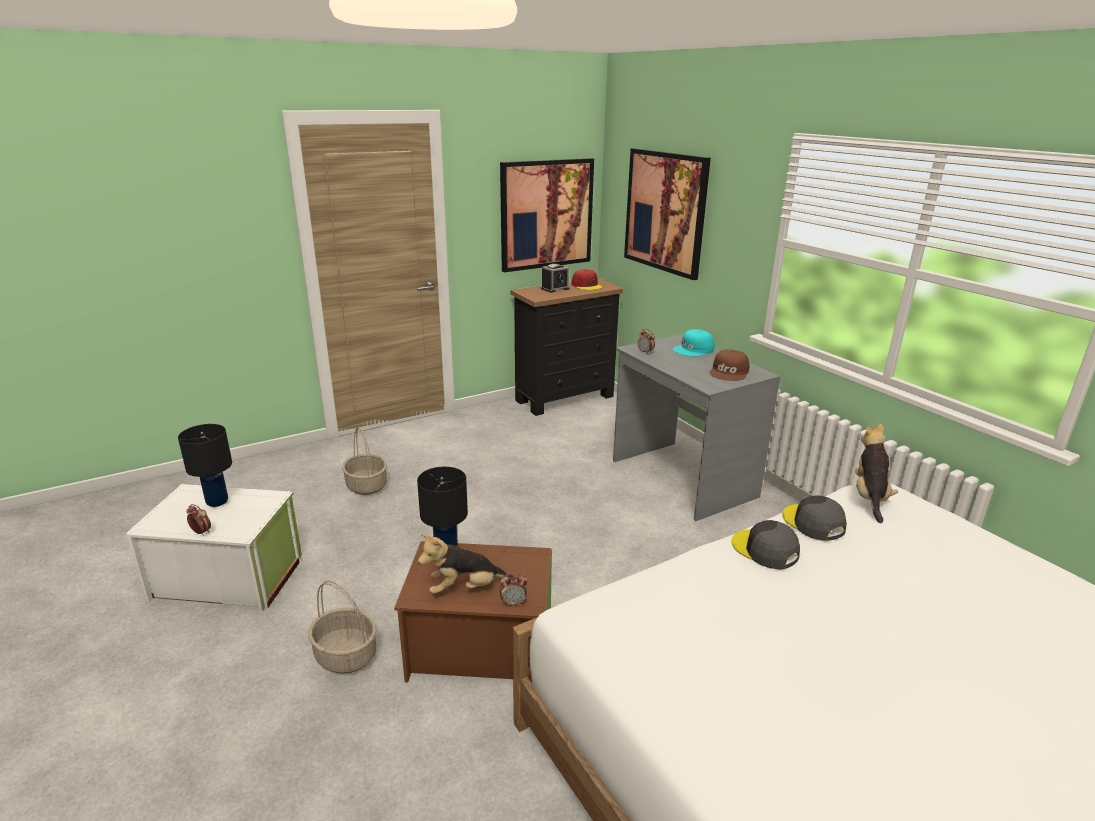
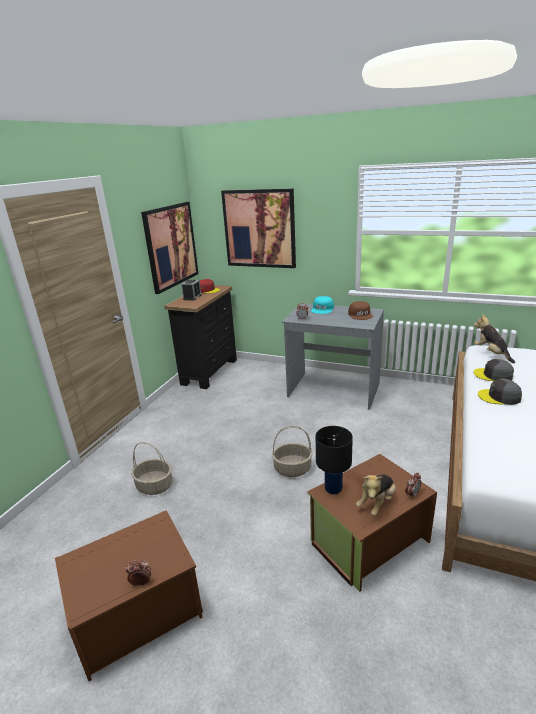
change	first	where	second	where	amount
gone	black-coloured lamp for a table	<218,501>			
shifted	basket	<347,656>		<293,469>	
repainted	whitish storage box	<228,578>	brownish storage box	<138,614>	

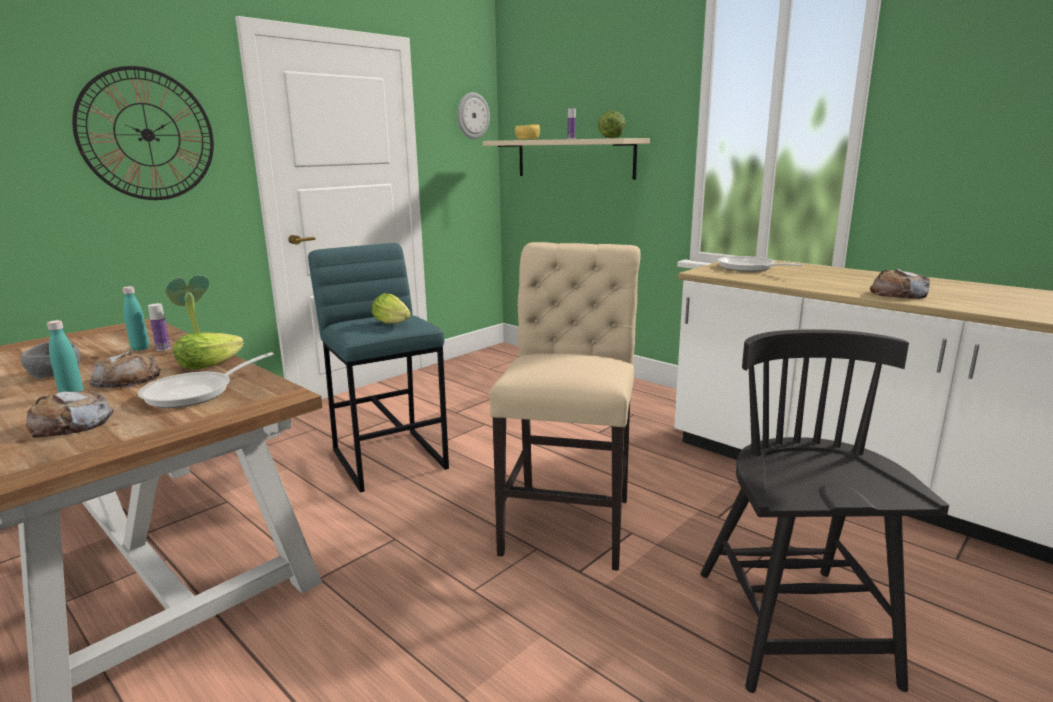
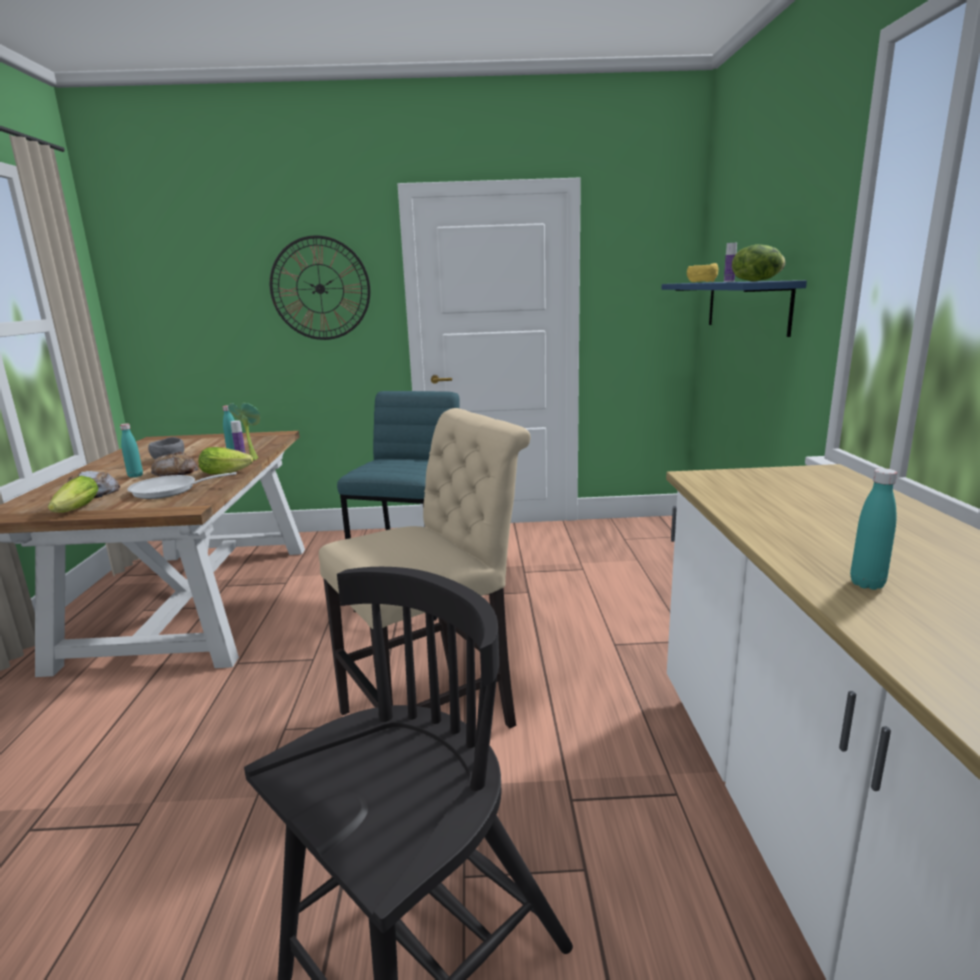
change	first	where	second	where	amount
gone	clock on the wall	<472,116>			
gone	pan	<749,268>			
shifted	lettuce	<393,323>		<74,511>	
swapped	bakery bread	<898,293>	turquoise beverage bottle	<867,584>	
repainted	sand-coloured shelf	<574,158>	blue-coloured shelf	<746,306>	

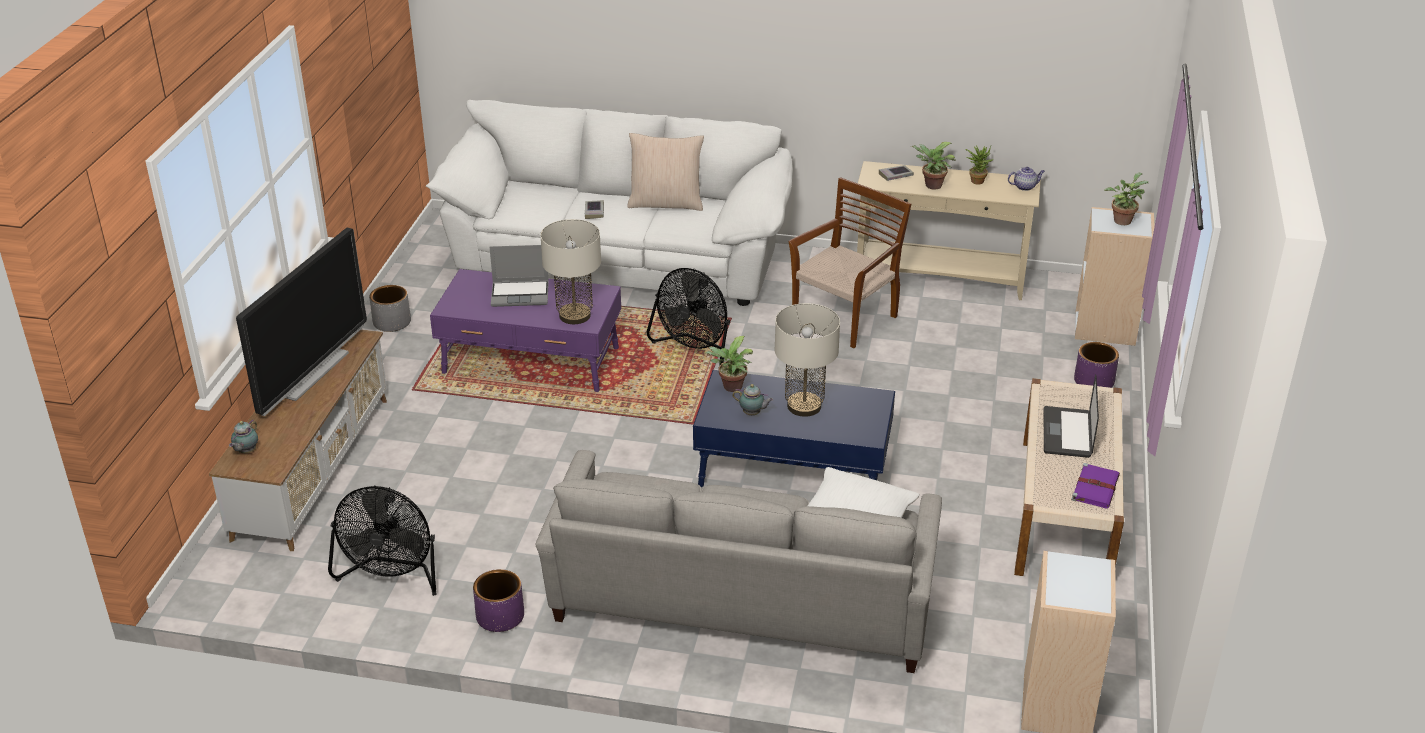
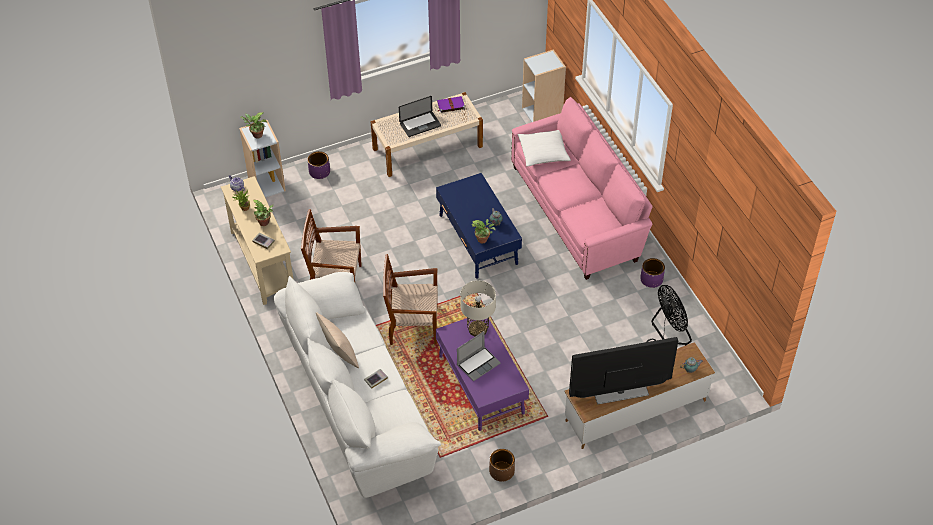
change	first	where	second	where	amount
gone	lamp for a table	<804,406>			
swapped	black-coloured fan	<694,347>	brownish armchair	<413,325>	
repainted	grey planter	<392,322>	brownish planter	<501,471>	
repainted	grey sofa	<739,611>	pinkish sofa	<578,212>	
rotated	notebook computer	<521,294>		<478,363>	90 degrees clockwise

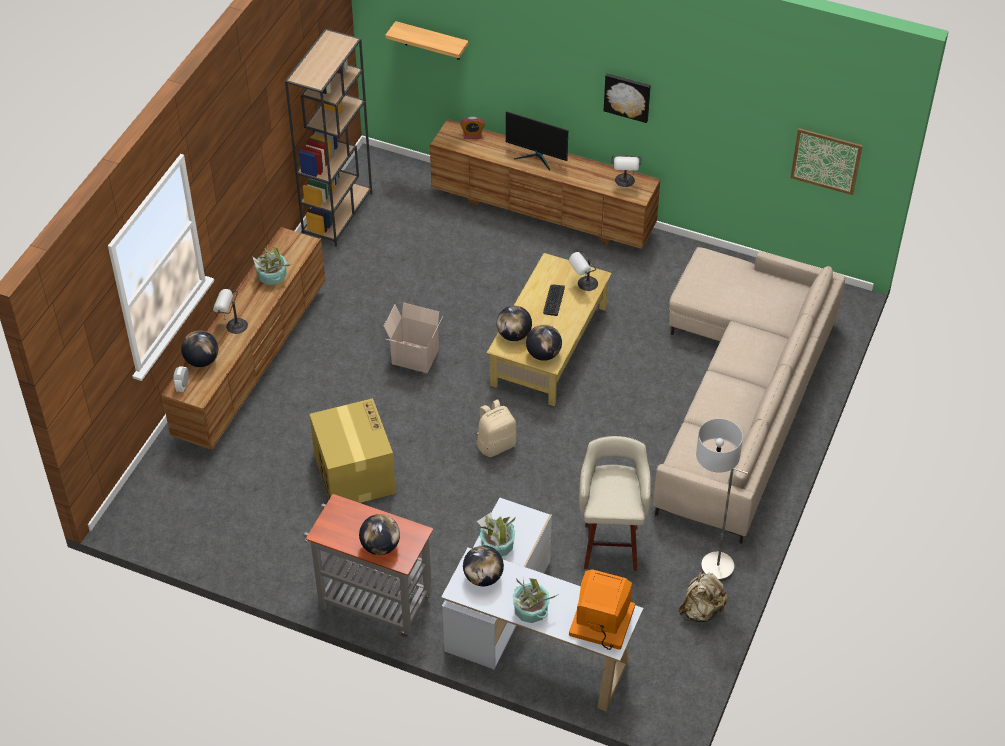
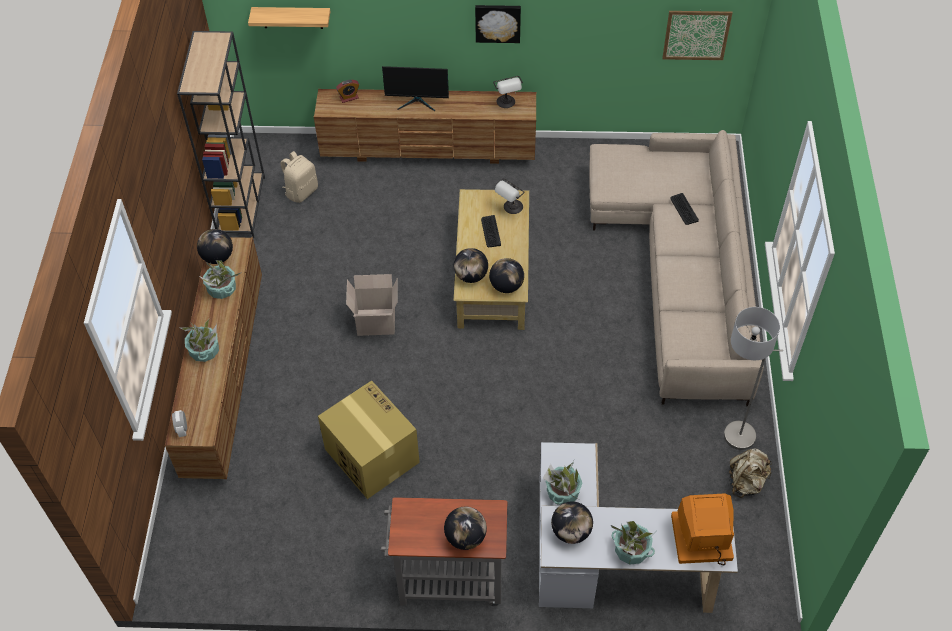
change	first	where	second	where	amount
gone	sand-coloured stool	<611,544>			
new			computer keyboard	<684,209>	
shifted	globe	<202,360>		<217,257>	
shifted	sand-coloured rucksack	<496,444>		<301,191>	
swapped	lamp for a table	<232,325>	potted plant	<204,351>	

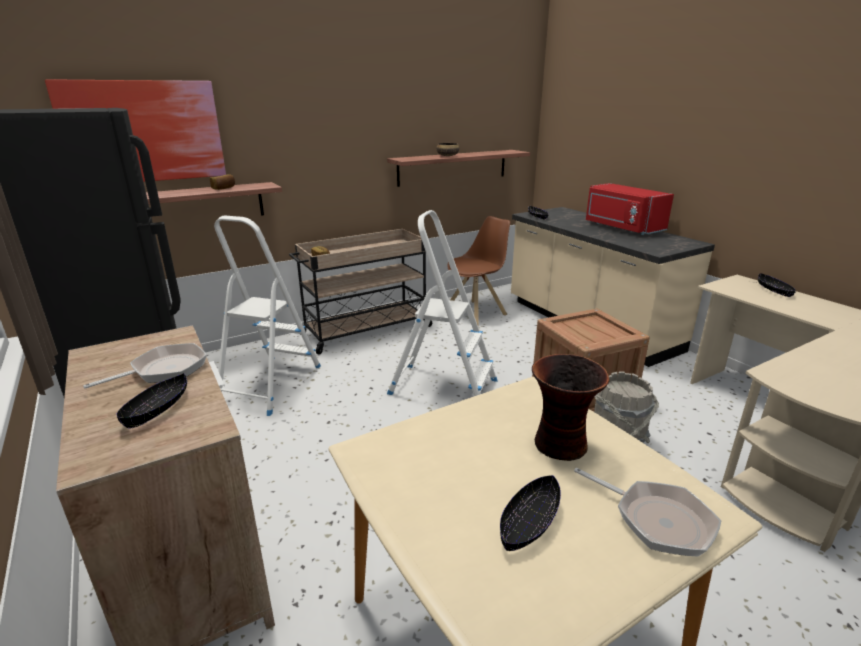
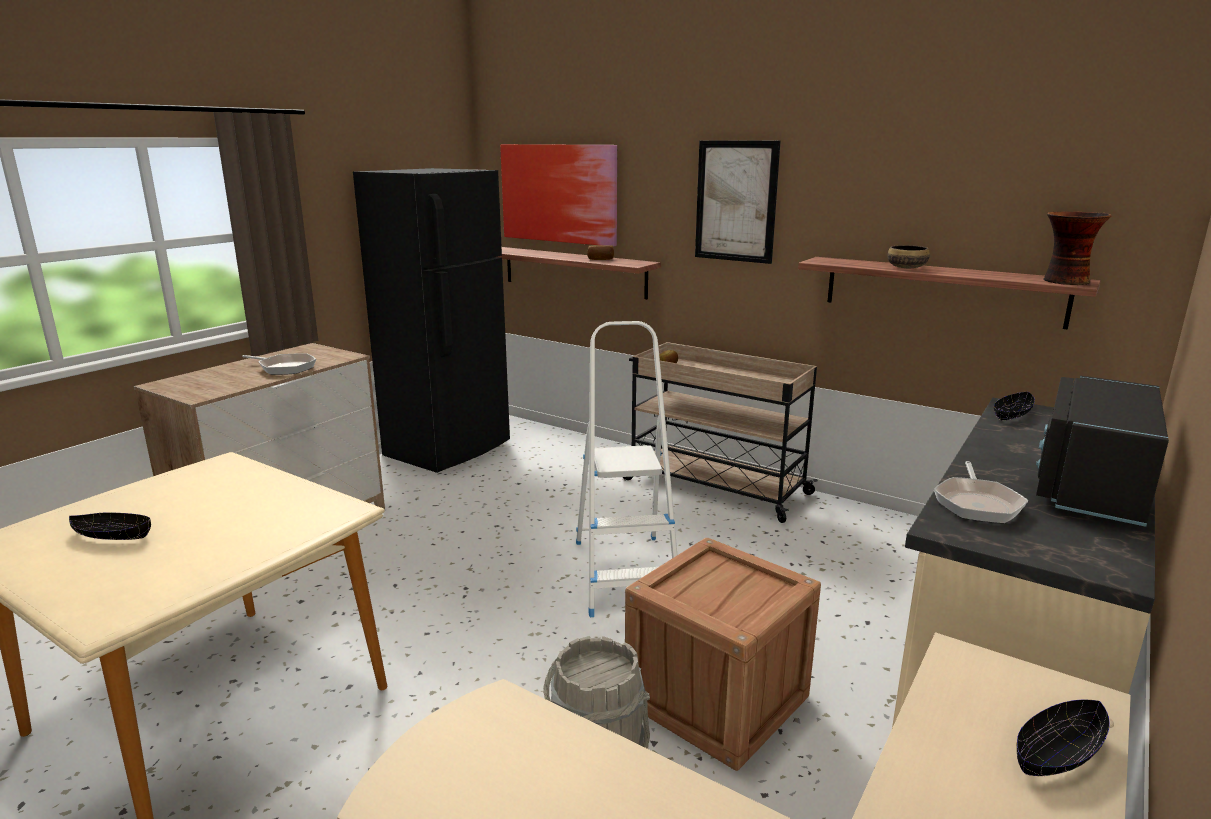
change	first	where	second	where	amount
gone	black-coloured serving bowl	<158,409>			
gone	whitish step stool	<271,383>			
gone	brownish chair	<476,312>			
new			wall picture	<736,201>	
shifted	decorative vase	<560,445>		<1065,281>	
shifted	pan	<657,519>		<977,503>	
repainted	reddish microwave oven	<621,227>	black-coloured microwave oven	<1088,486>	

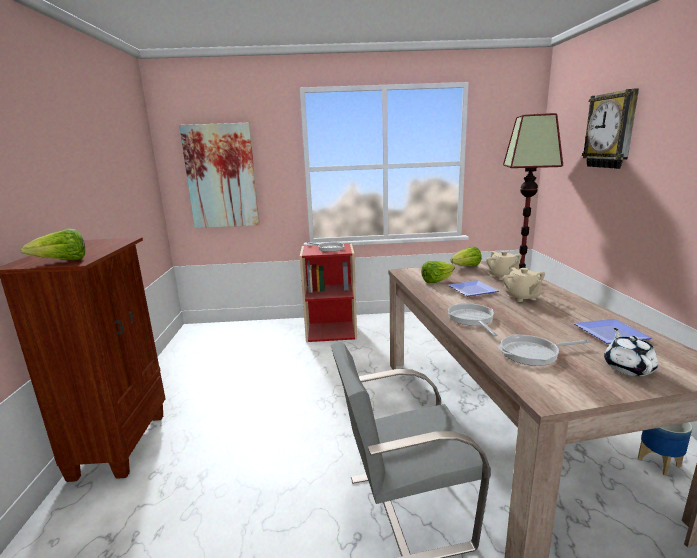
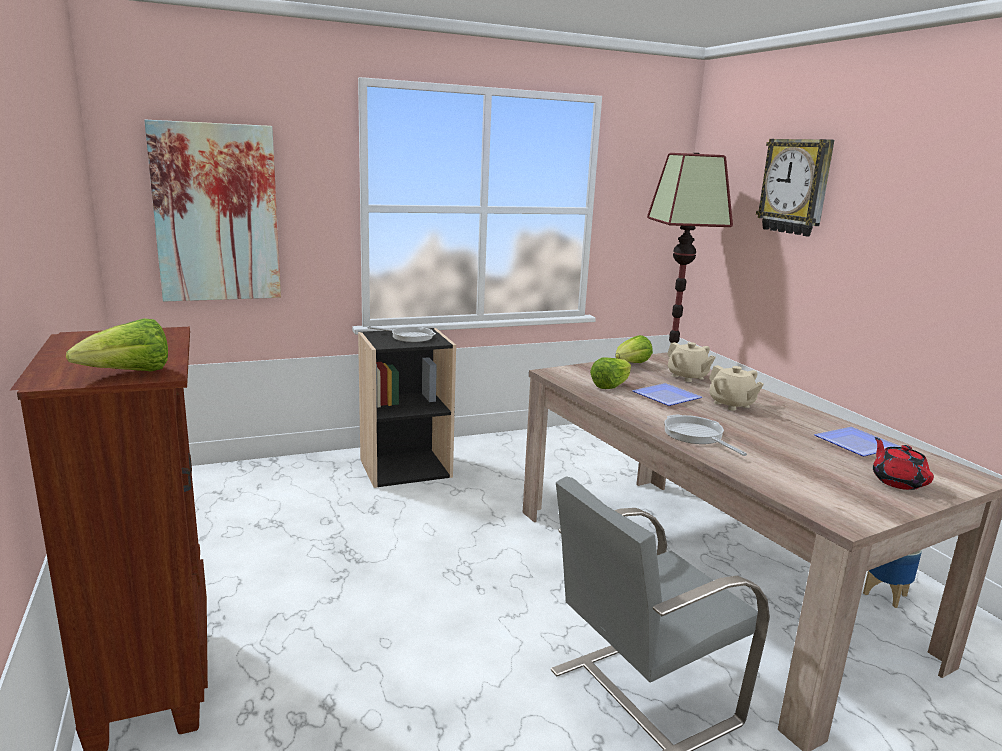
change	first	where	second	where	amount
gone	pan	<533,353>			
repainted	reddish bookcase	<332,331>	black-coloured bookcase	<406,468>	
repainted	whitish tea pot	<628,368>	reddish tea pot	<897,481>	

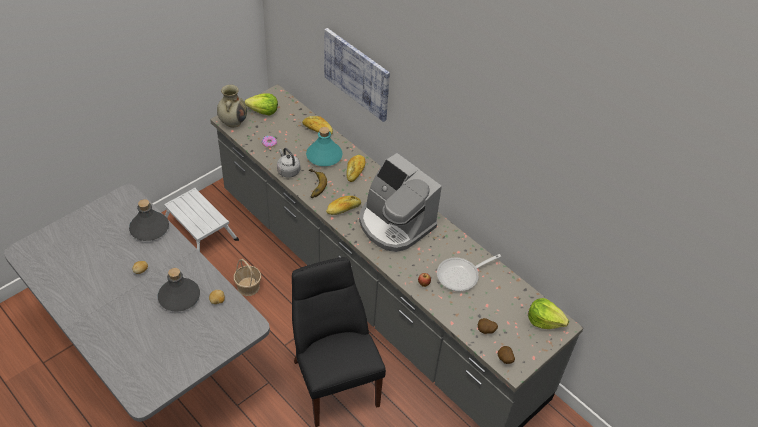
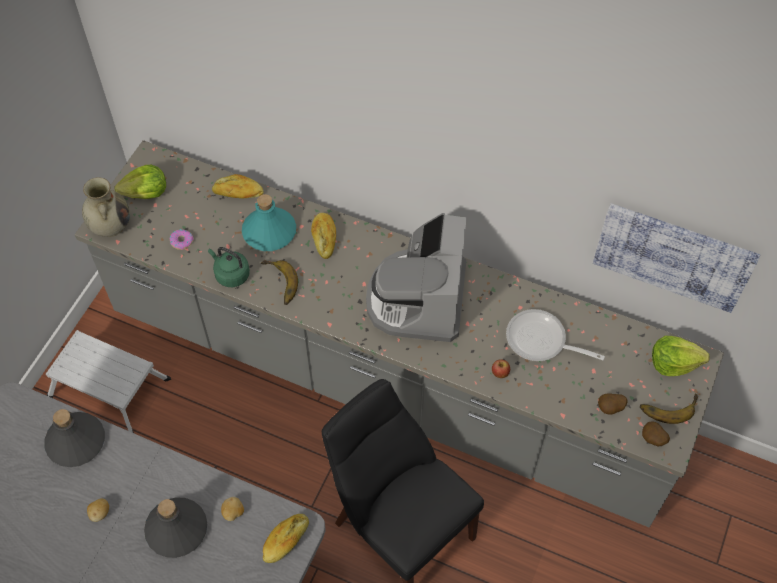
change	first	where	second	where	amount
gone	basket	<248,287>			
new			banana fruit	<667,406>	
shifted	wall picture	<357,74>		<673,256>	
shifted	bakery bread	<343,209>		<286,540>	
repainted	grey tea kettle	<288,170>	green tea kettle	<231,274>	
rotated	coffee machine	<395,224>		<418,299>	75 degrees clockwise
rotated	pan	<461,276>		<541,341>	75 degrees clockwise

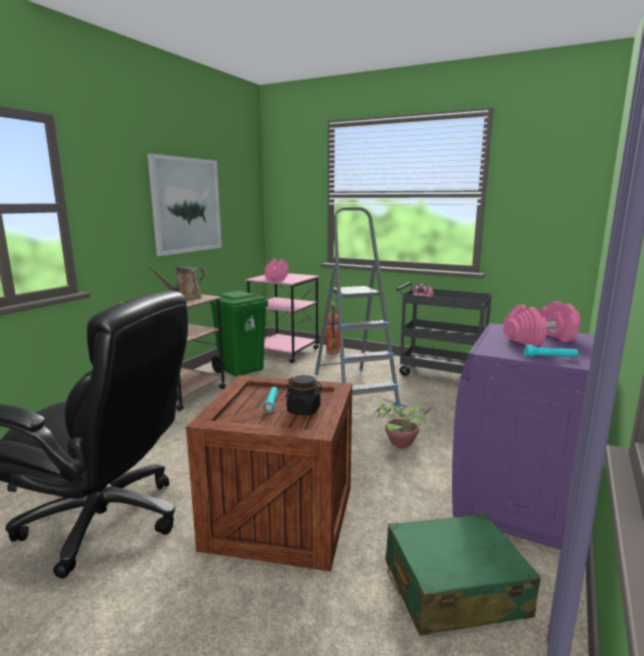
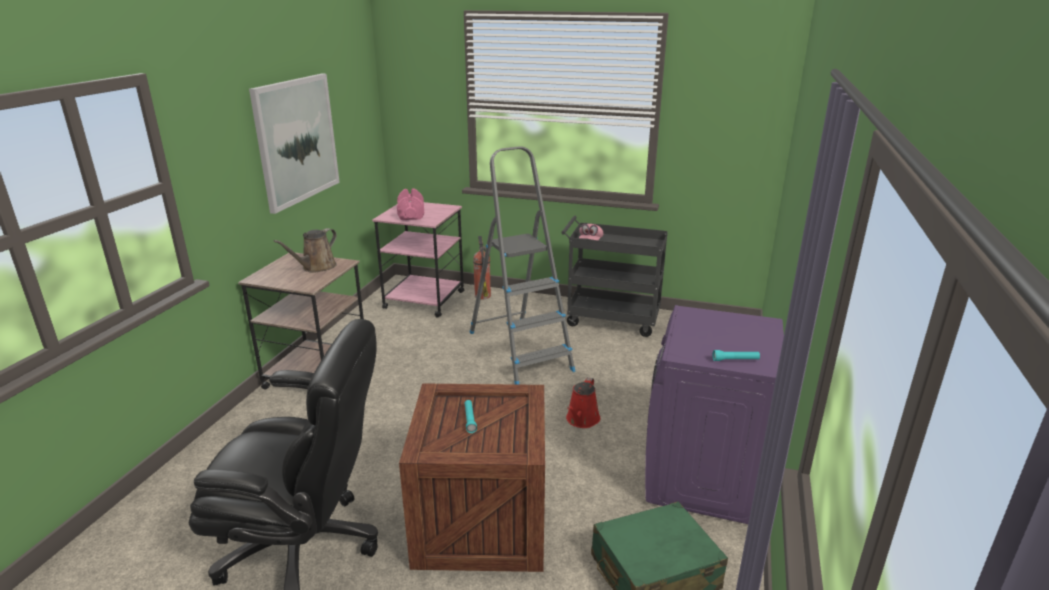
change	first	where	second	where	amount
gone	green trash can	<241,370>			
gone	black-coloured jar	<304,410>			
gone	pinkish dumbbell	<540,339>			
swapped	potted plant	<399,443>	reddish watering pot	<582,420>	

